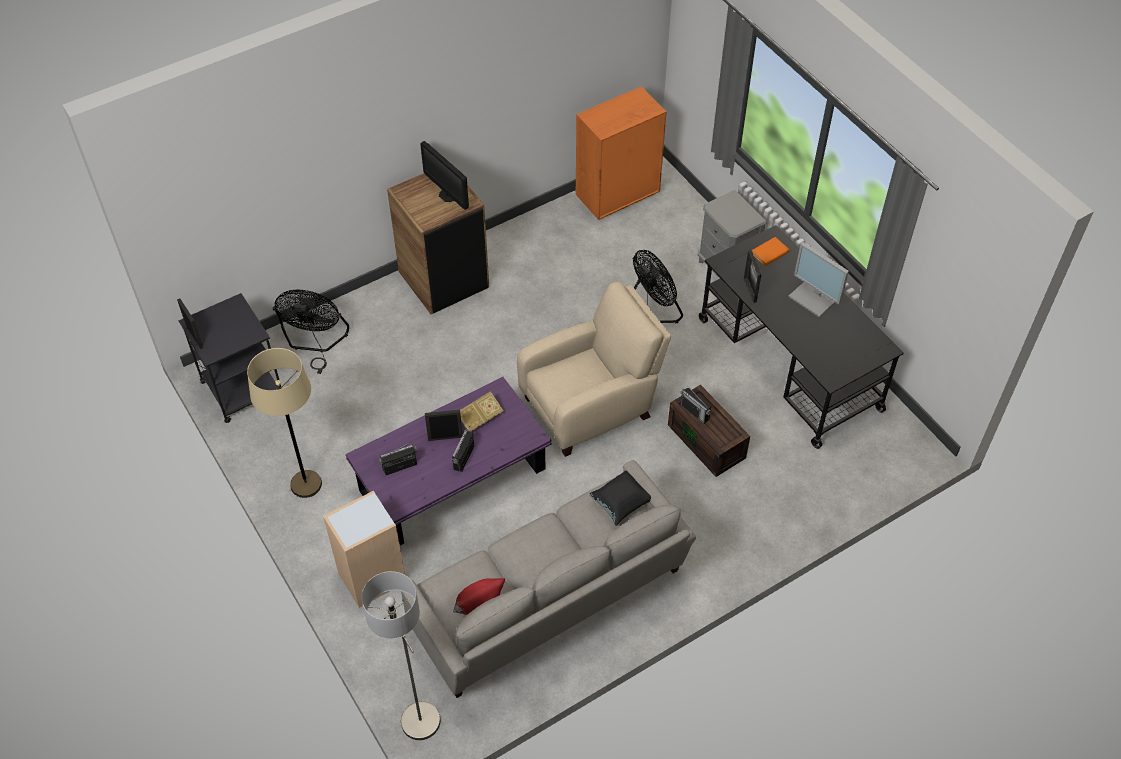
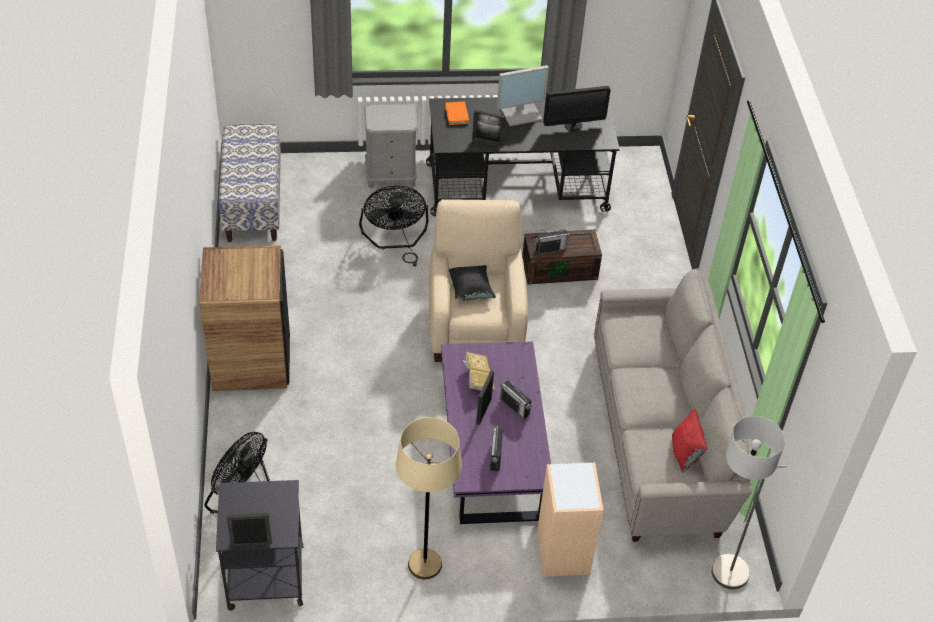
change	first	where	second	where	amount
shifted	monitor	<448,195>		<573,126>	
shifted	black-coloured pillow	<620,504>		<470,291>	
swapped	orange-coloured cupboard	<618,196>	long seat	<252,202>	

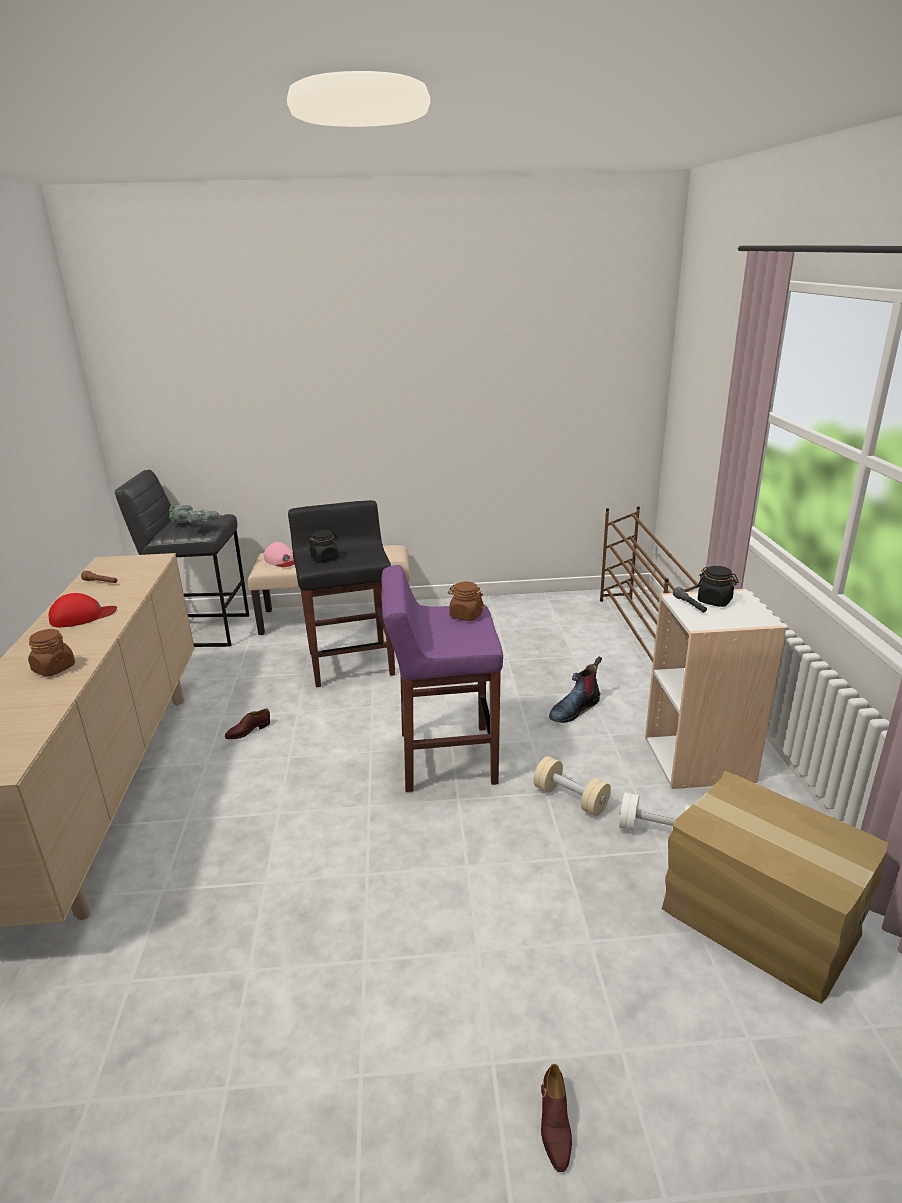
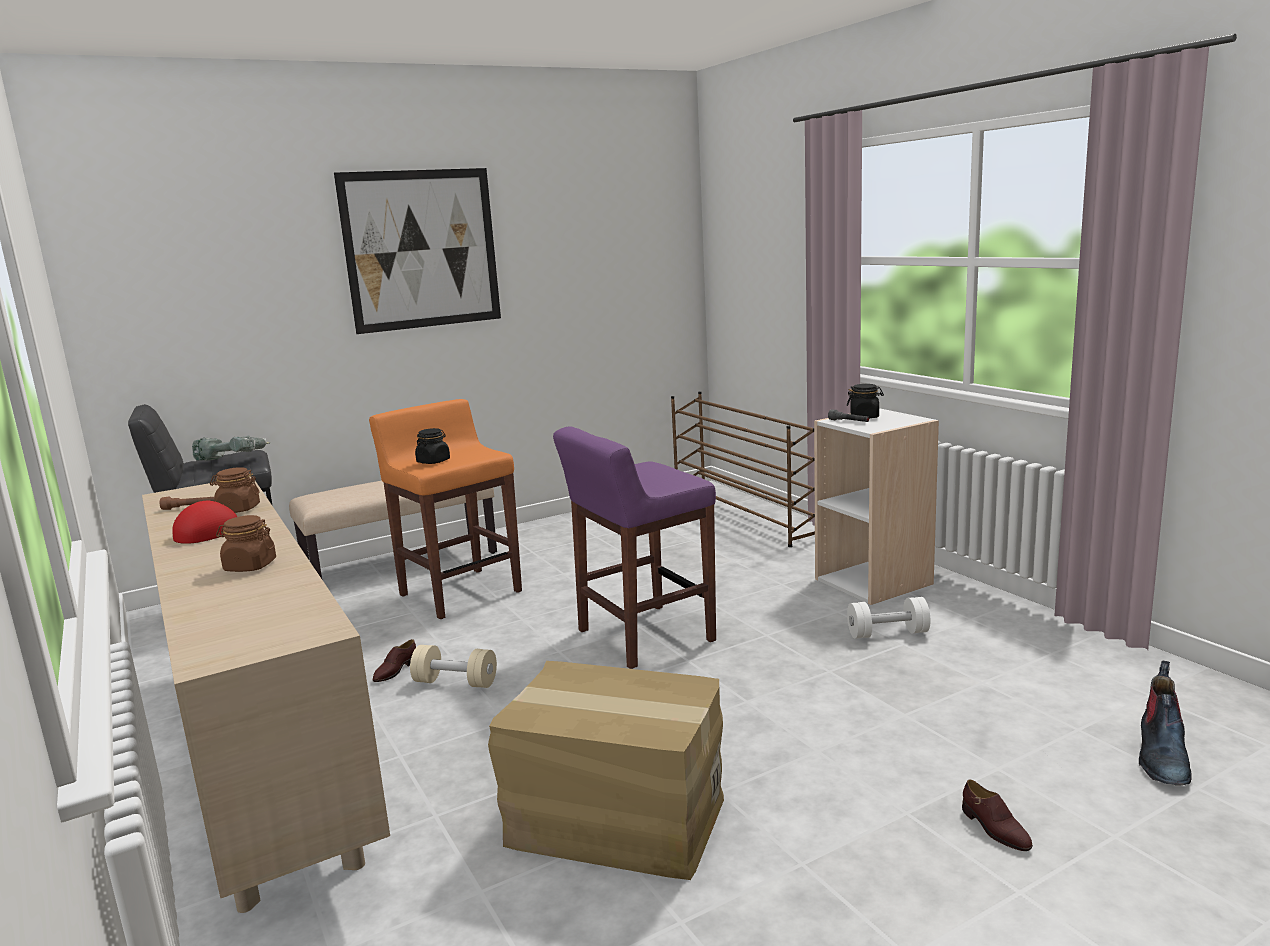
change	first	where	second	where	amount
gone	pinkish peaked cap	<281,560>			
new			wall picture	<421,249>	
shifted	brownish jar	<466,615>		<238,509>	
shifted	sand-coloured dumbbell	<570,798>		<455,682>	
shifted	tall boot	<574,709>		<1161,756>	
shifted	cardboard box	<759,919>		<615,820>	
repainted	black-coloured stool	<351,662>	orange-coloured stool	<459,593>	

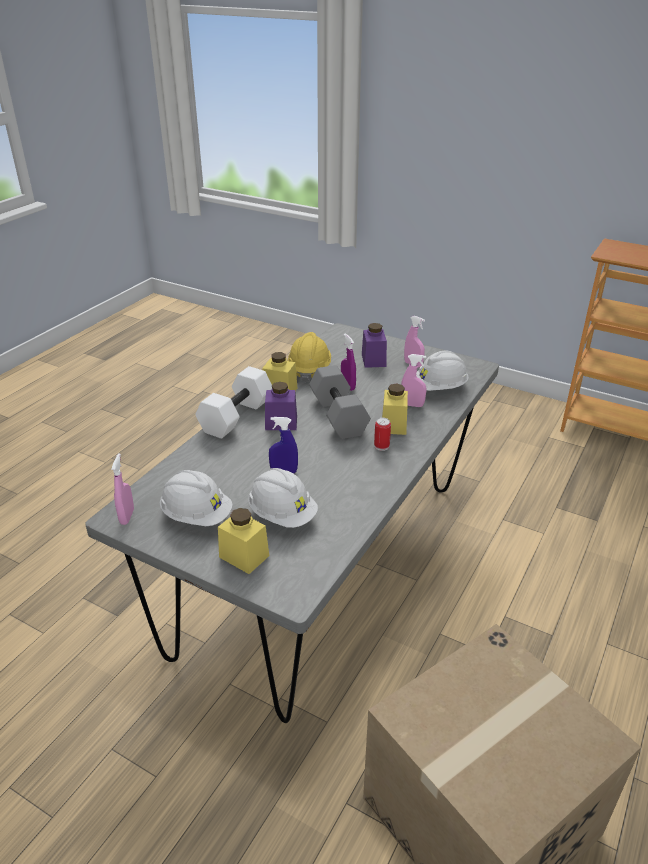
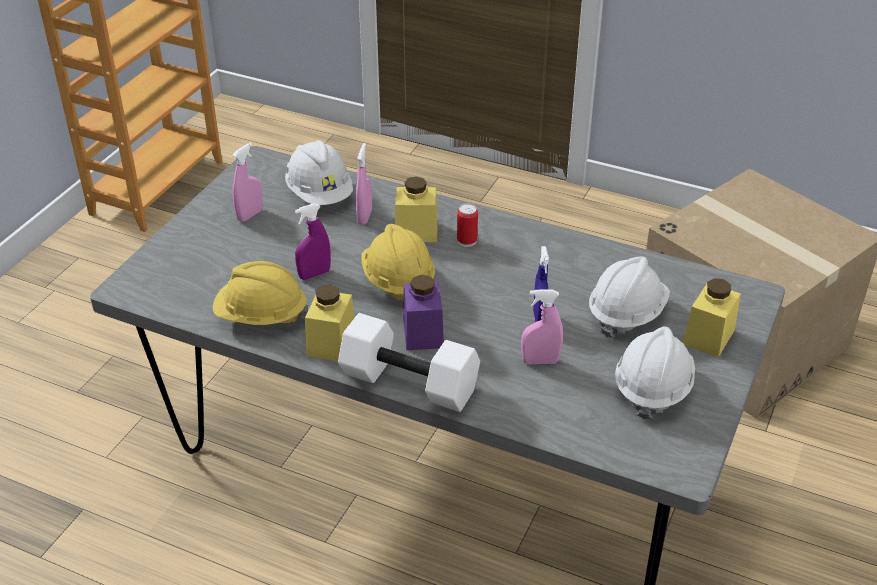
change	first	where	second	where	amount
gone	purplish jar	<373,360>			
shifted	pinkish spray bottle	<127,516>		<540,361>	
swapped	grey dumbbell	<337,415>	yellow safety helmet	<397,281>	

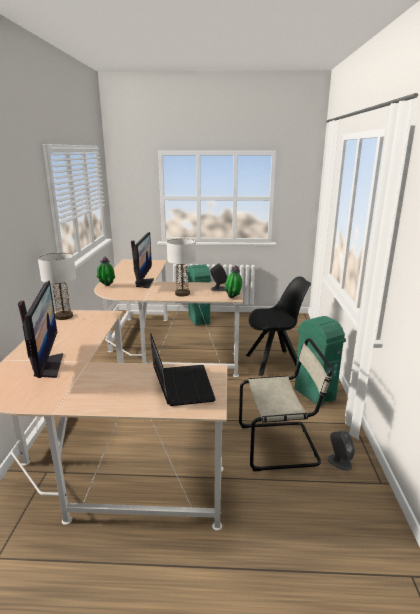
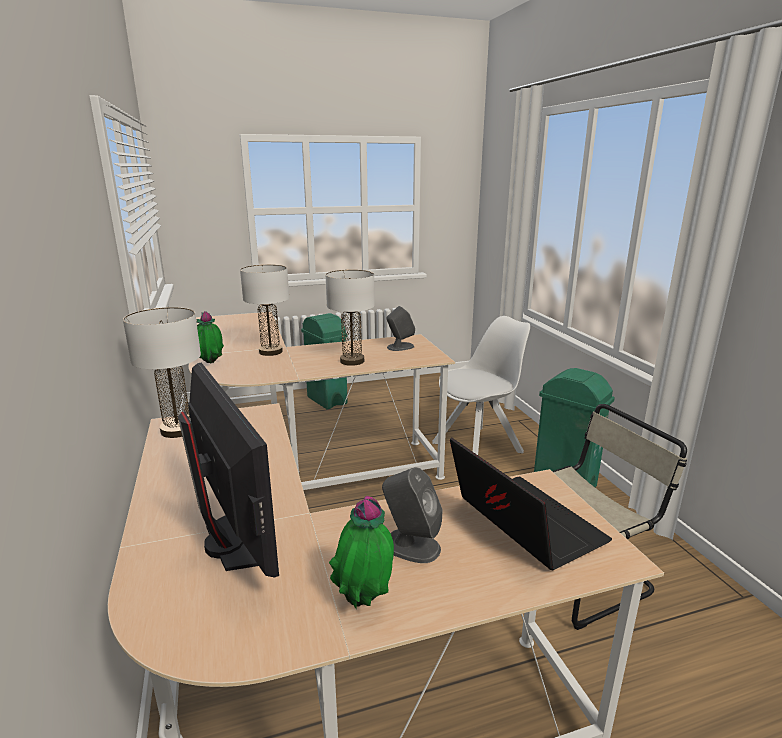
change	first	where	second	where	amount
shifted	potted plant	<233,298>		<365,601>	
shifted	grey audio speaker	<339,462>		<410,546>	
swapped	monitor	<143,283>	lamp for a table	<270,352>	
repainted	black-coloured chair	<274,363>	whitish chair	<478,447>	

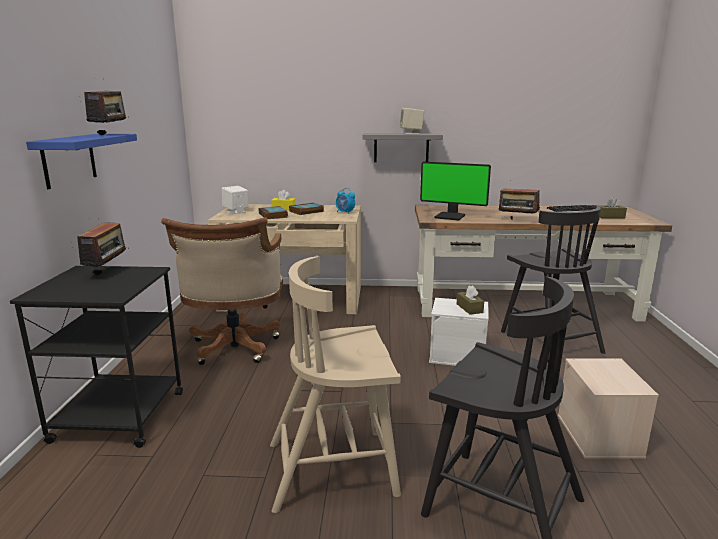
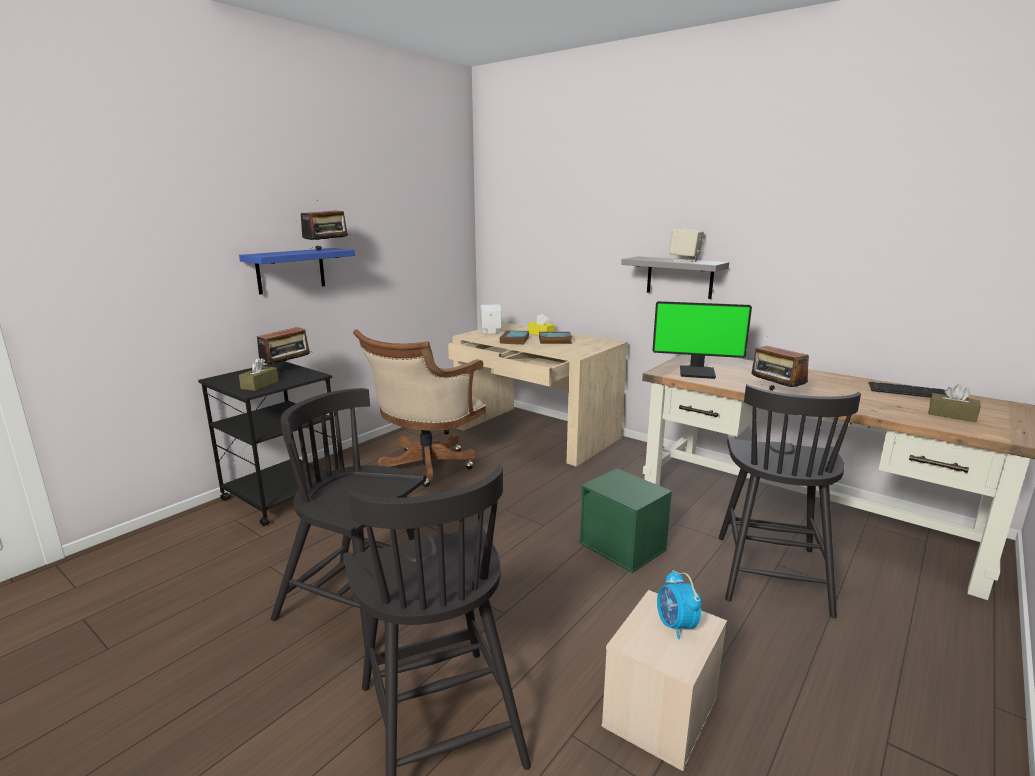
change	first	where	second	where	amount
shifted	bedside clock	<345,212>		<676,626>	
shifted	brownish box of tissues	<469,308>		<260,385>	
repainted	sand-coloured chair	<334,467>	black-coloured chair	<357,606>	
repainted	whitish storage box	<458,355>	green storage box	<623,546>	
rotated	monitor	<451,216>		<697,372>	45 degrees counterclockwise

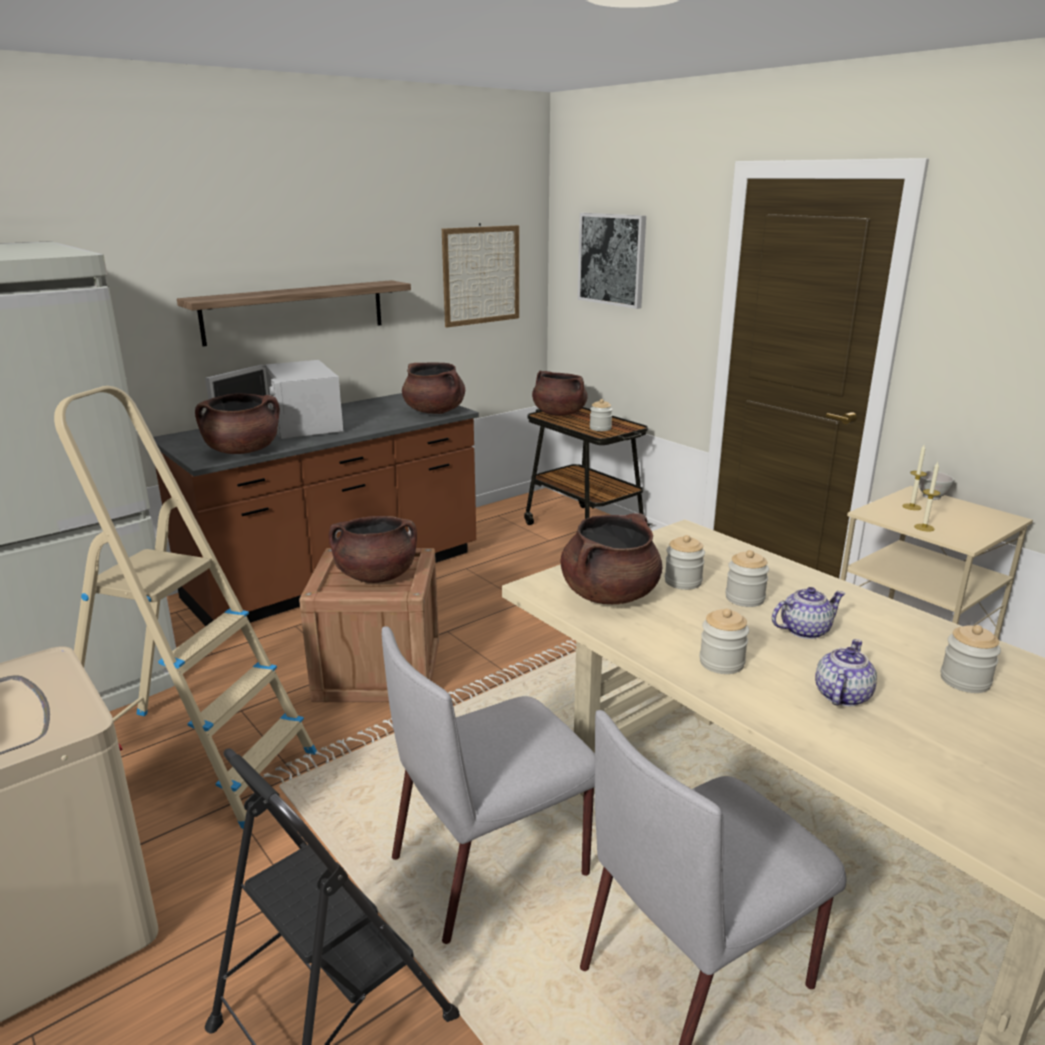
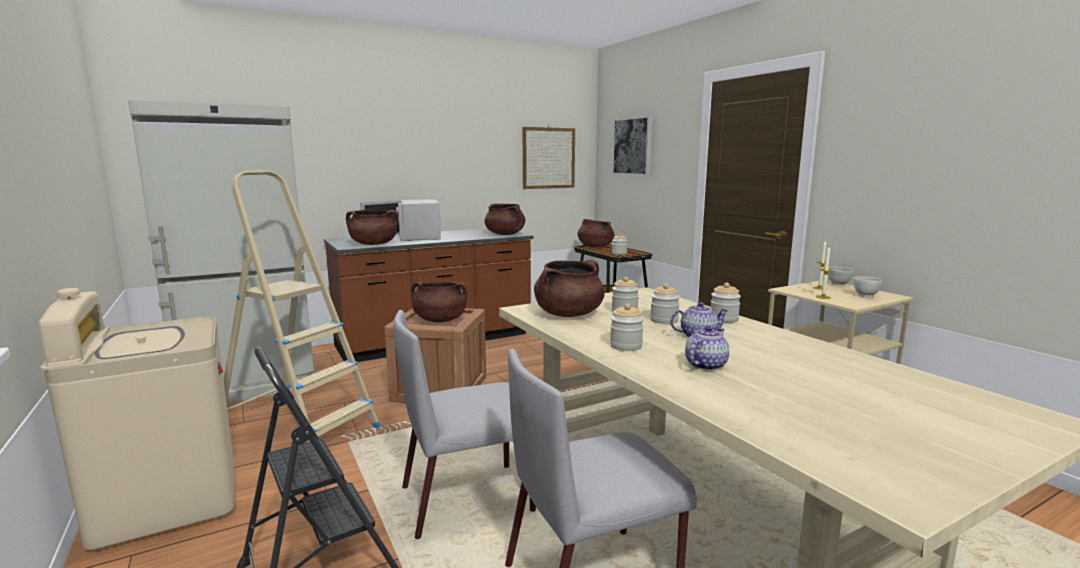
change	first	where	second	where	amount
gone	shelf	<295,311>			
new			whitish serving bowl	<865,296>	
shifted	jar	<965,681>		<724,319>	

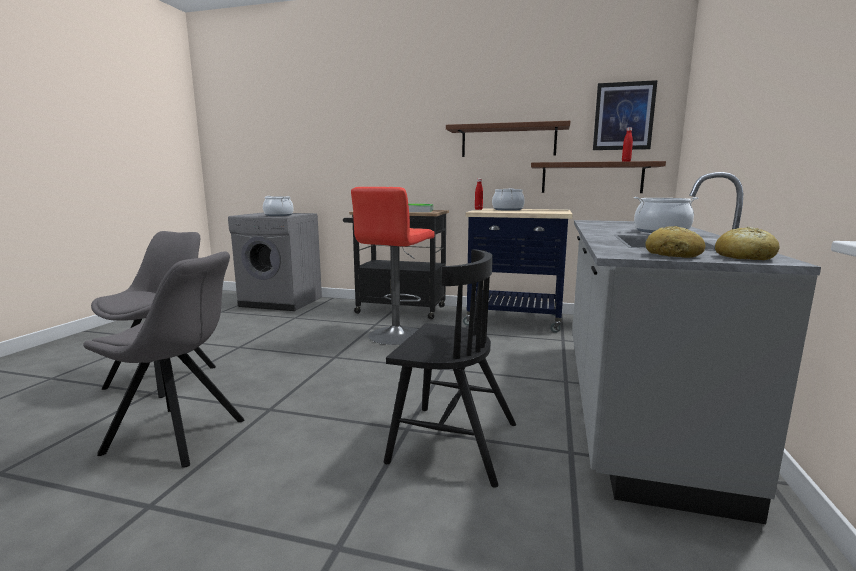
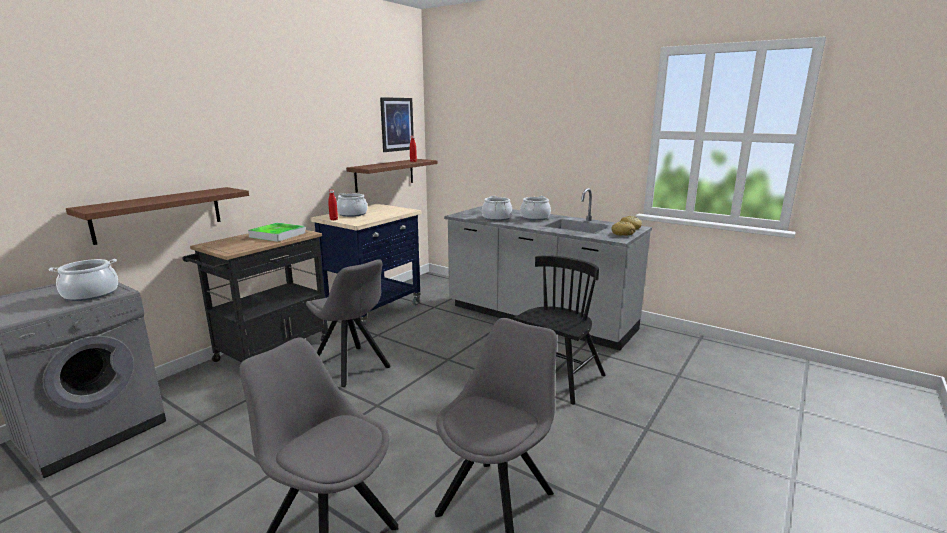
change	first	where	second	where	amount
new			cooking pot	<496,218>	
shifted	brownish shelf	<508,141>		<159,214>	
swapped	reddish stool	<395,335>	grey chair	<351,366>	

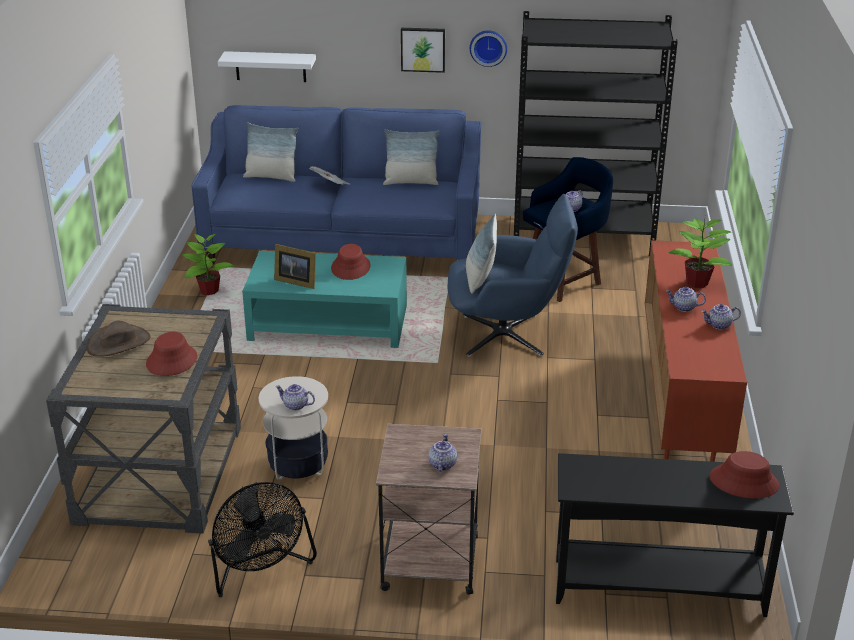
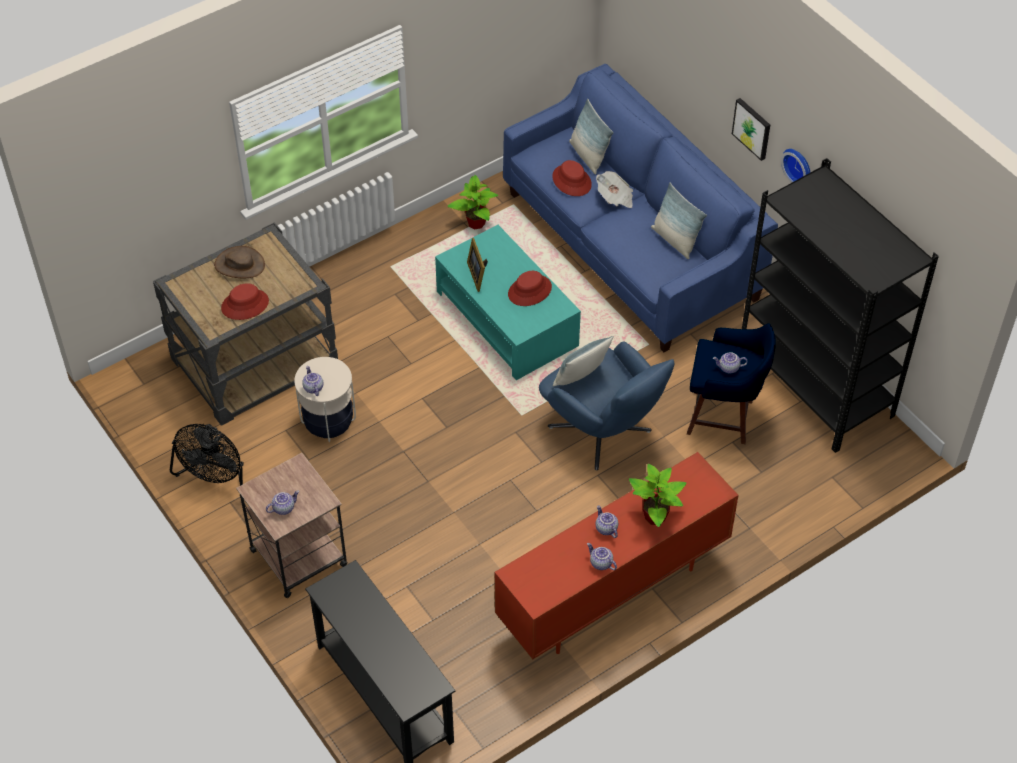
change	first	where	second	where	amount
gone	whitish shelf	<270,66>			
shifted	reddish hat	<744,481>		<572,181>	

